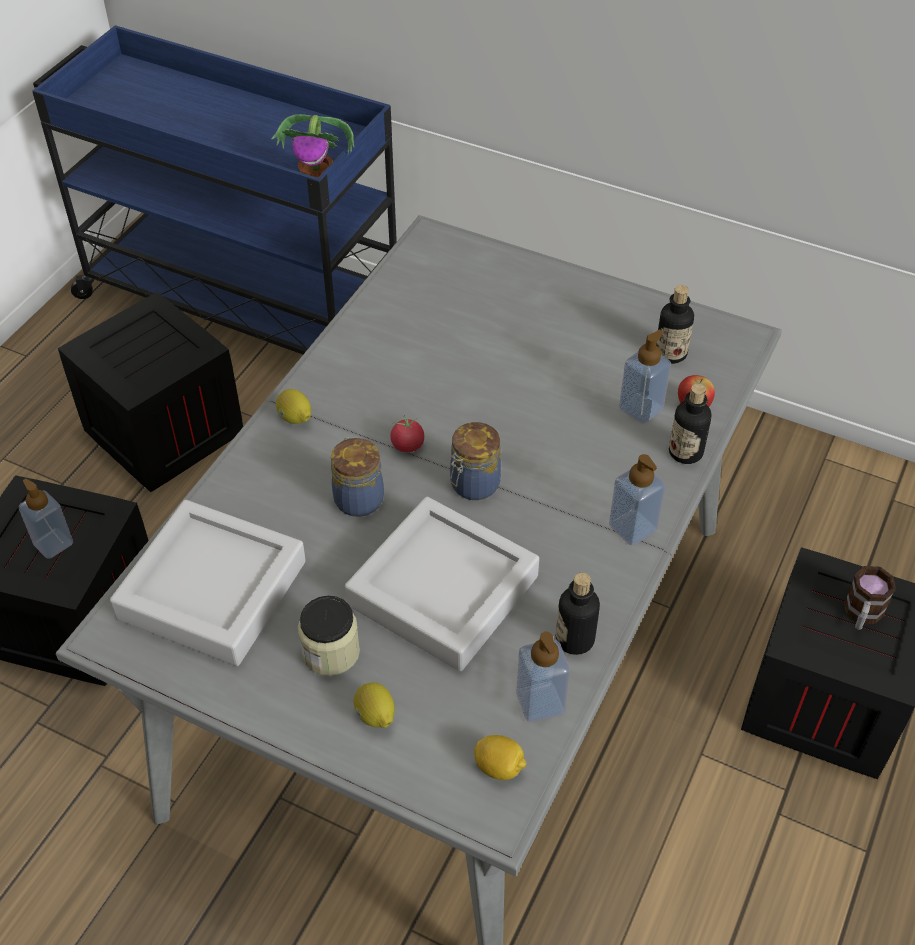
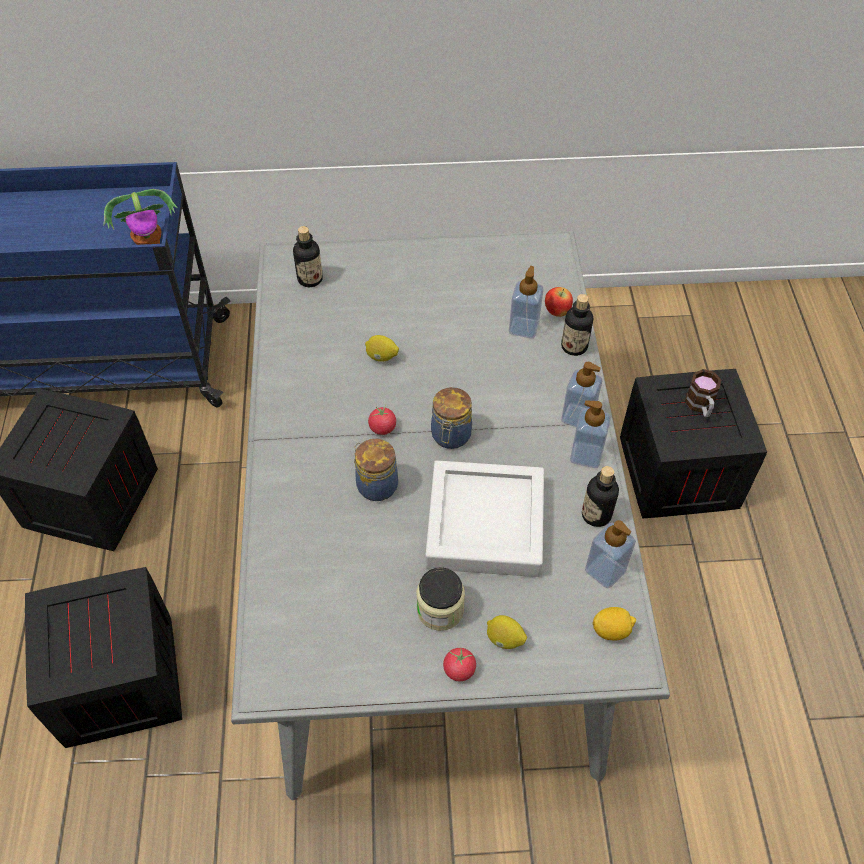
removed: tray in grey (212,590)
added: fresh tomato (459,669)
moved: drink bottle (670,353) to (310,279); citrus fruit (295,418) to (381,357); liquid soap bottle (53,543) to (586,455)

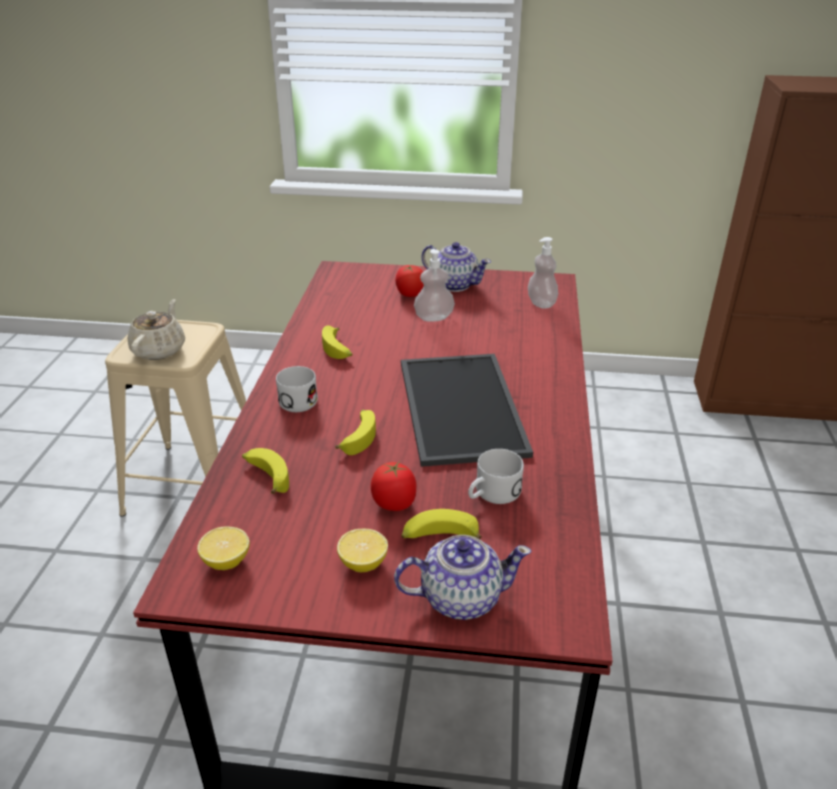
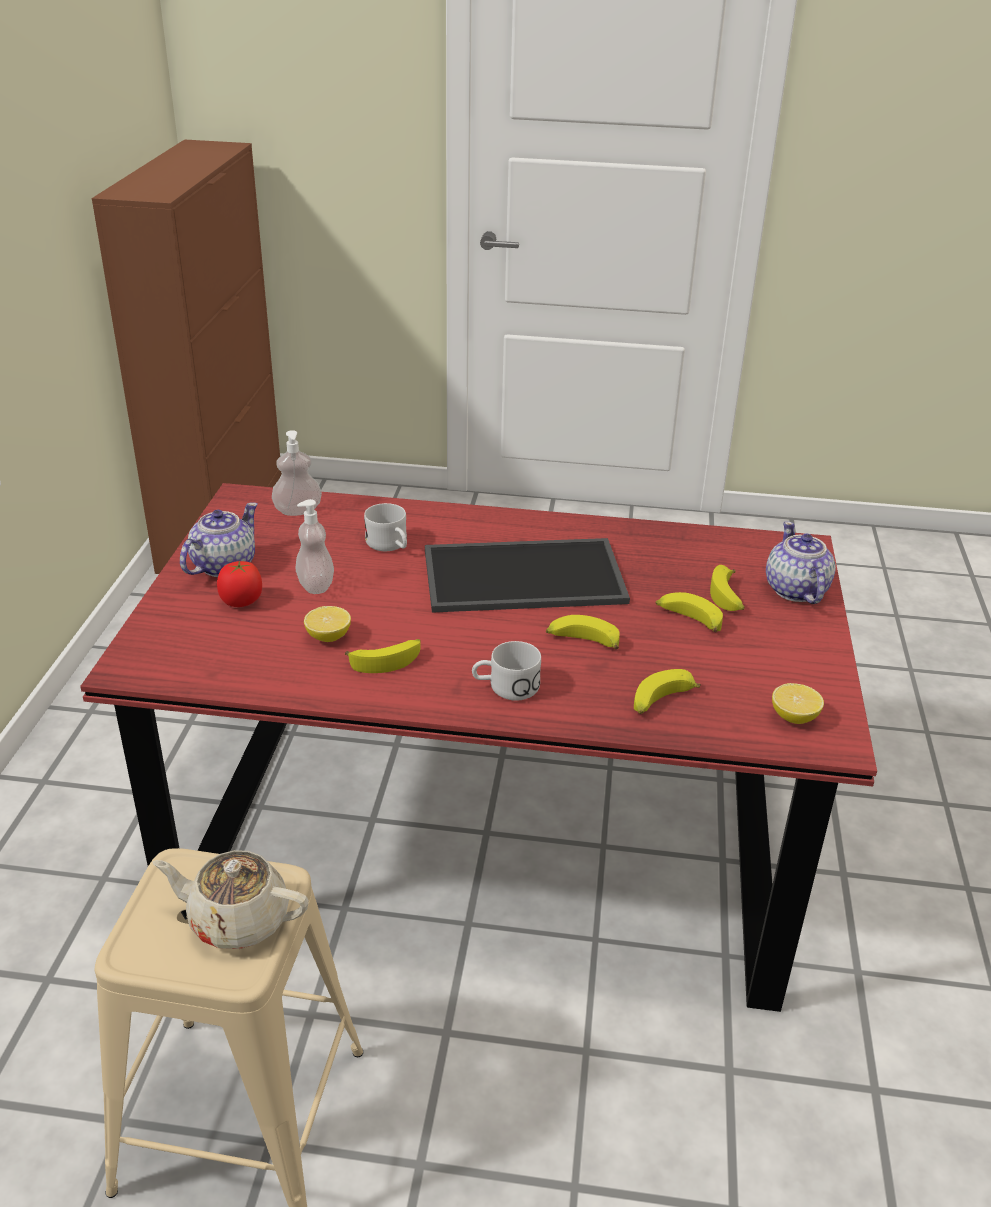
moved: citrus fruit (363,563) to (328,637); mug in white (492,494) to (390,545)
replaced: fresh tomato (394,503) to banana fruit (688,620)

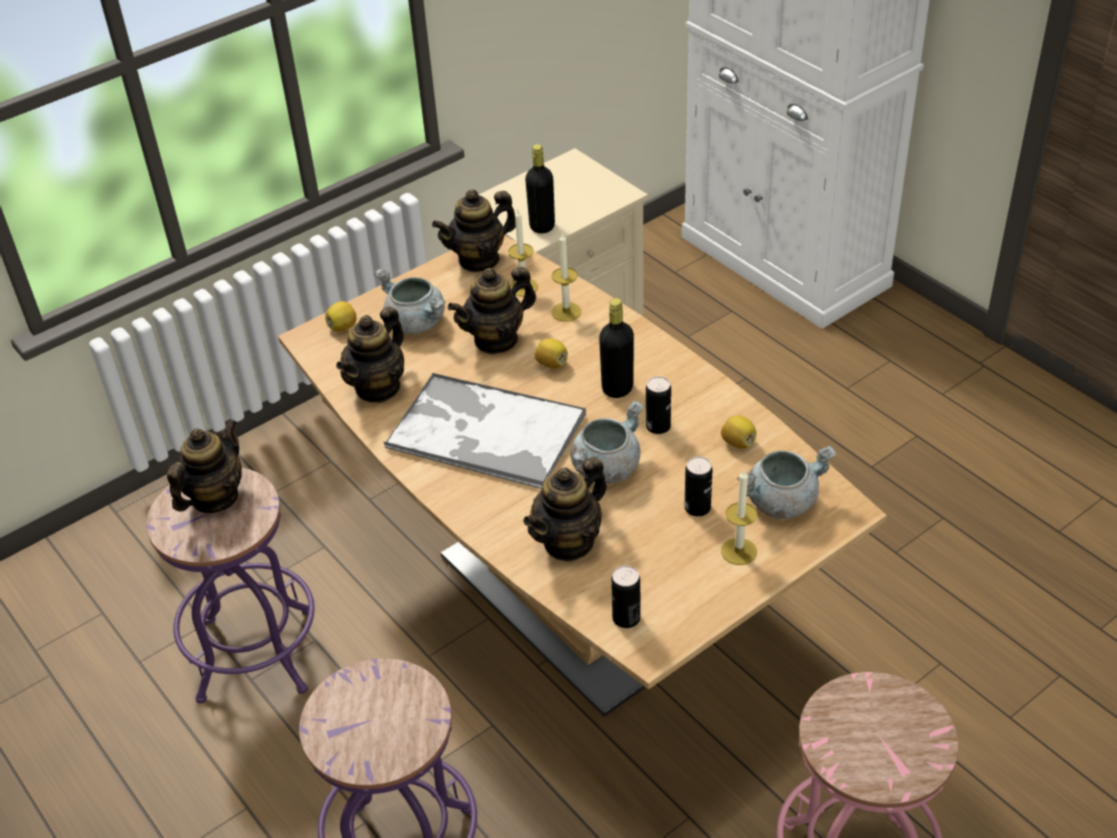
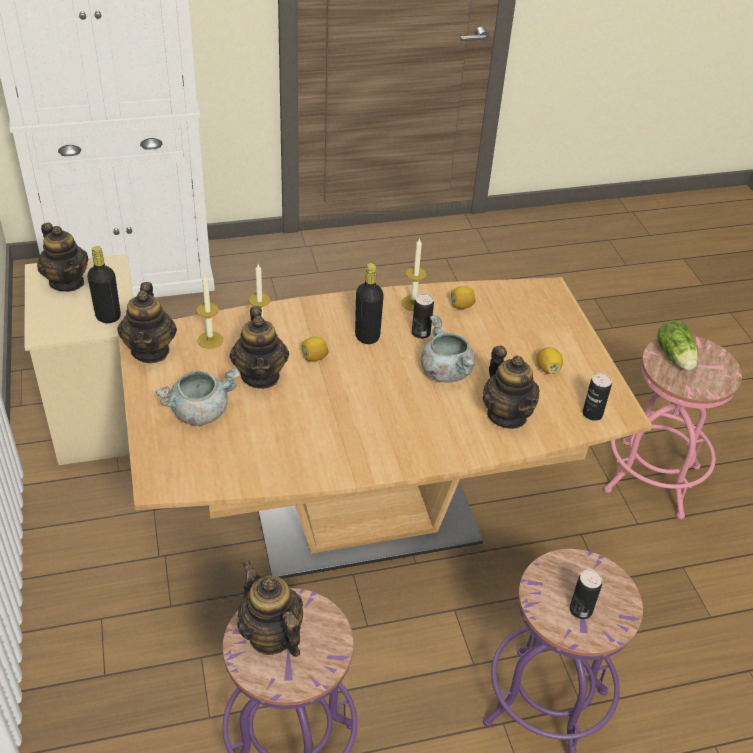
removed: tray (484,431); cooking pot in grey (781,502)
added: lettuce head (675,358)
moved: pot for tea (378,387) to (67,282); wax candle (739,551) to (413,303); citrus fruit (343,327) to (548,369); sealed can (697,508) to (580,610)

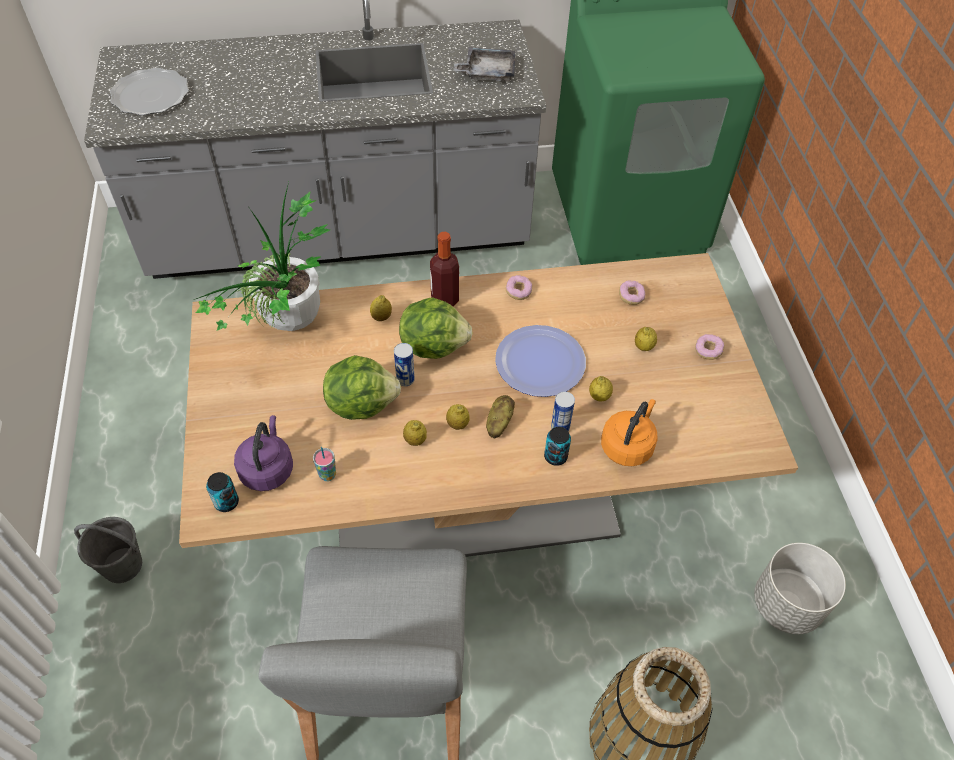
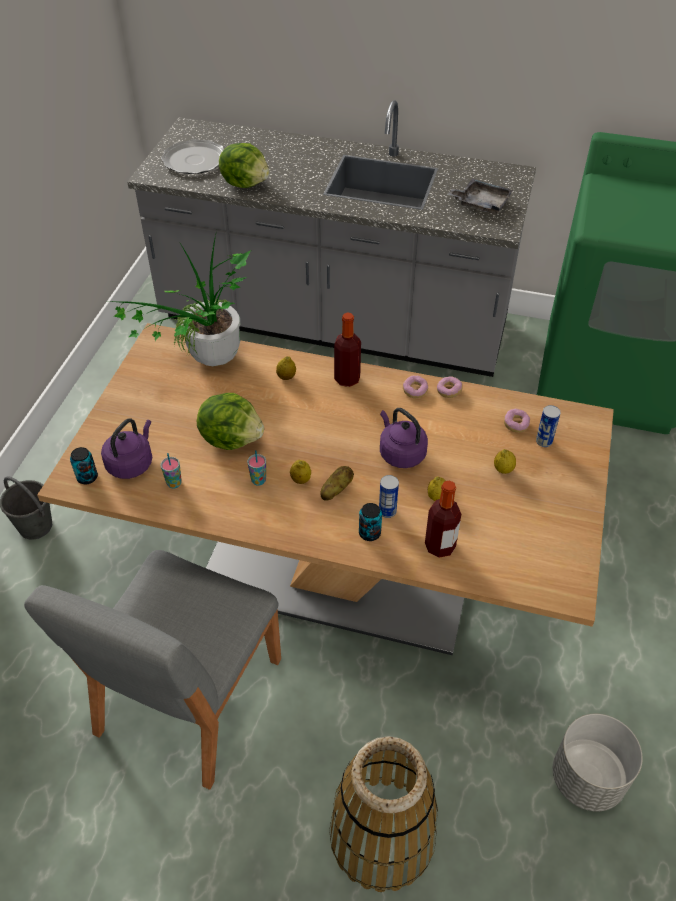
moved: lettuce head (434,345) to (246,183); ring doughnut (708,351) to (449,391); sealed can (405,379) to (544,441)
replaced: citrus fruit (415,440) to small cup (258,480); plate (540,362) to water kettle in purple (400,453); water kettle in orange (628,445) to drink bottle (440,546)

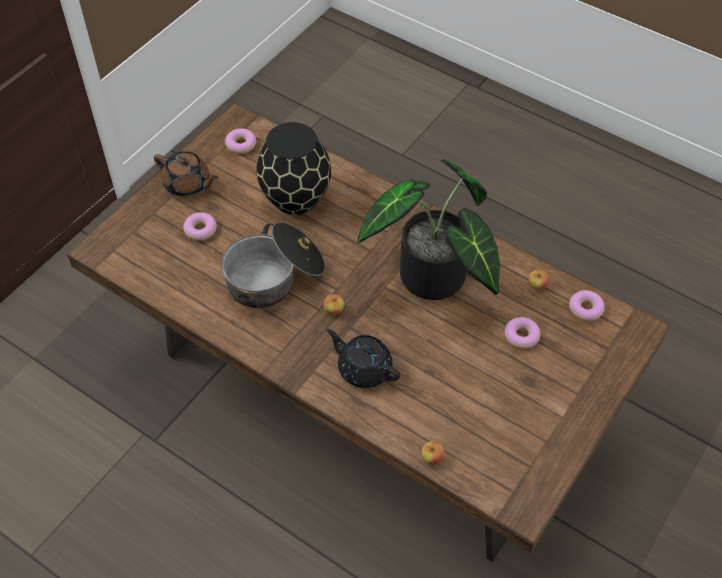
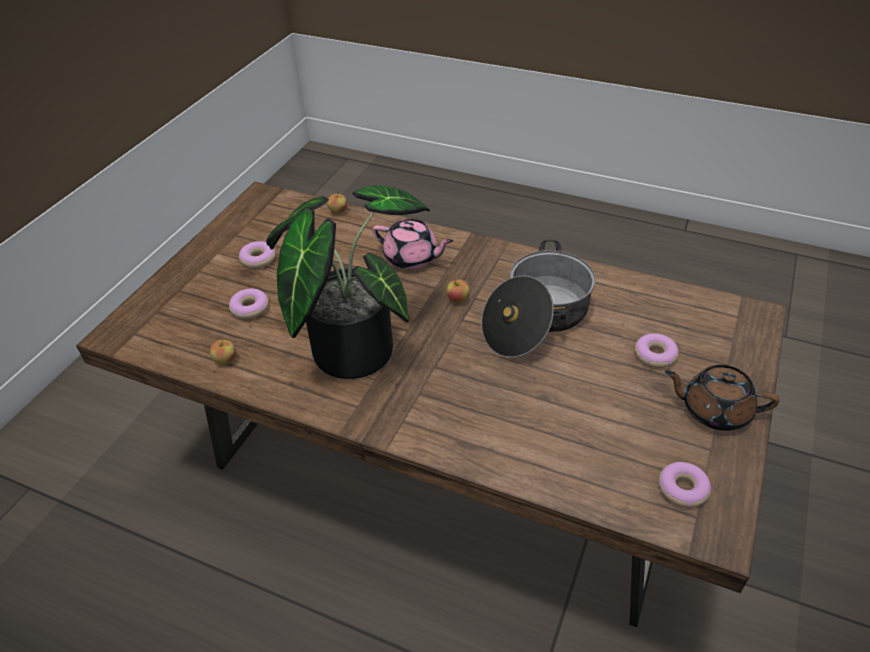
removed: vase in black-coloured (296,199)
moved: ring doughnut (585,309) to (258,259)
recoloured: pot for tea in black-coloured (363,368) to pot for tea in pinkish (412,258)

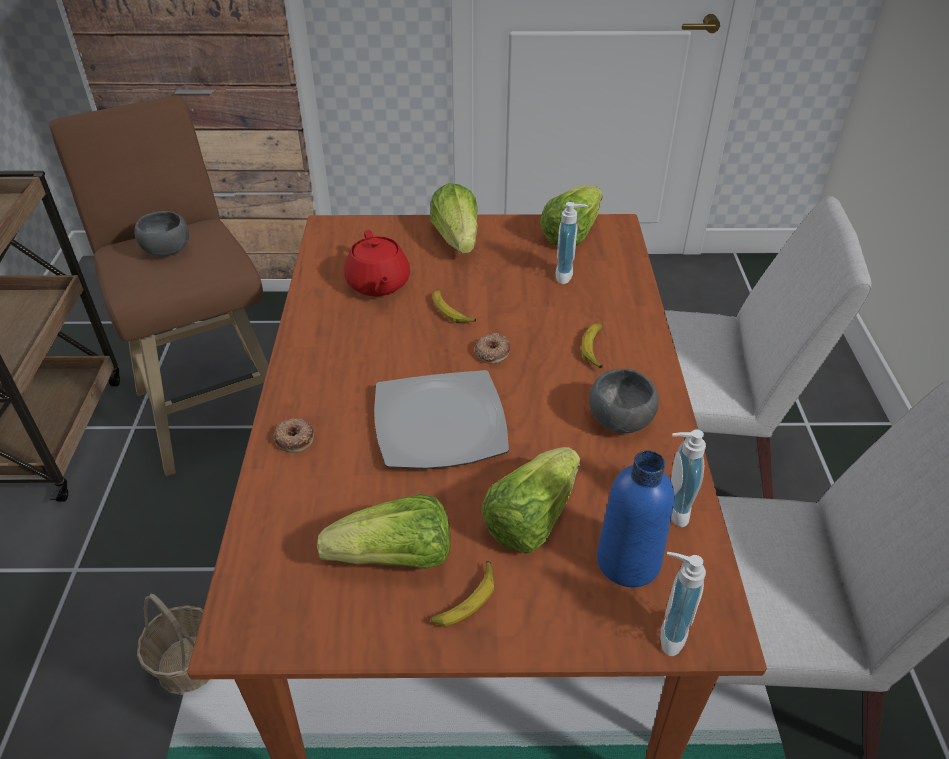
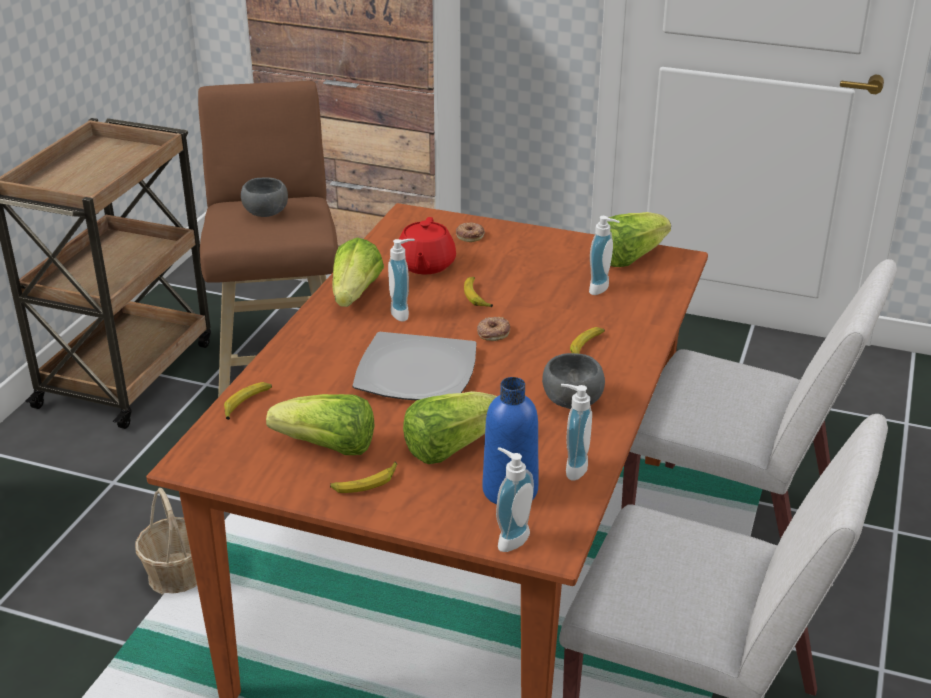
added: banana fruit (246,404); liquid soap bottle (403,312)
moved: lettuce head (457,239) to (355,295); ring doughnut (295,438) to (470,235)

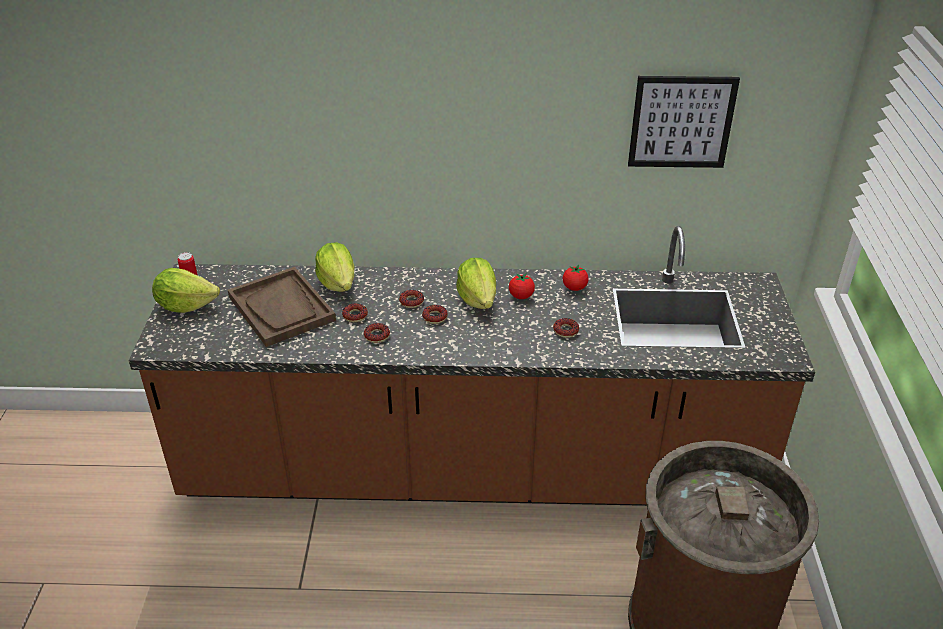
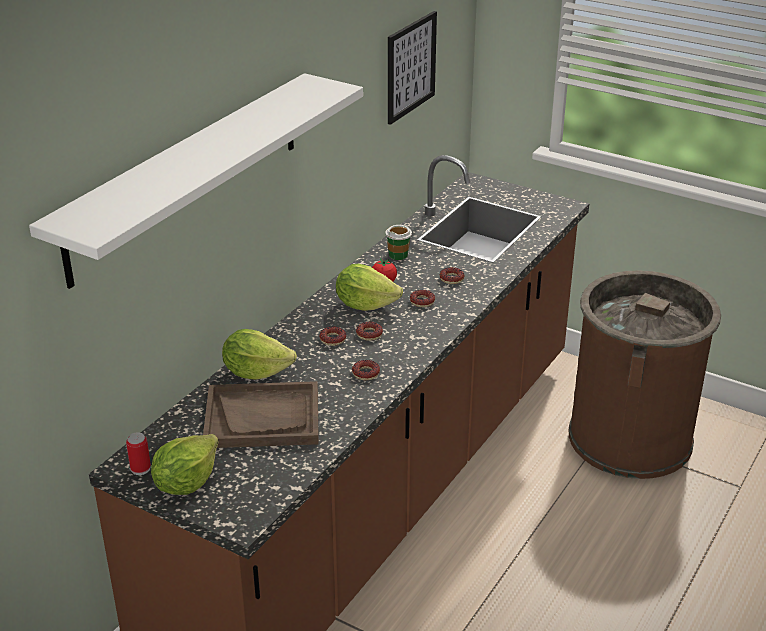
added: wall shelf in white (188,175)
moved: ring doughnut (355,315) to (422,301)
replaced: fresh tomato (574,288) to small cup (398,255)

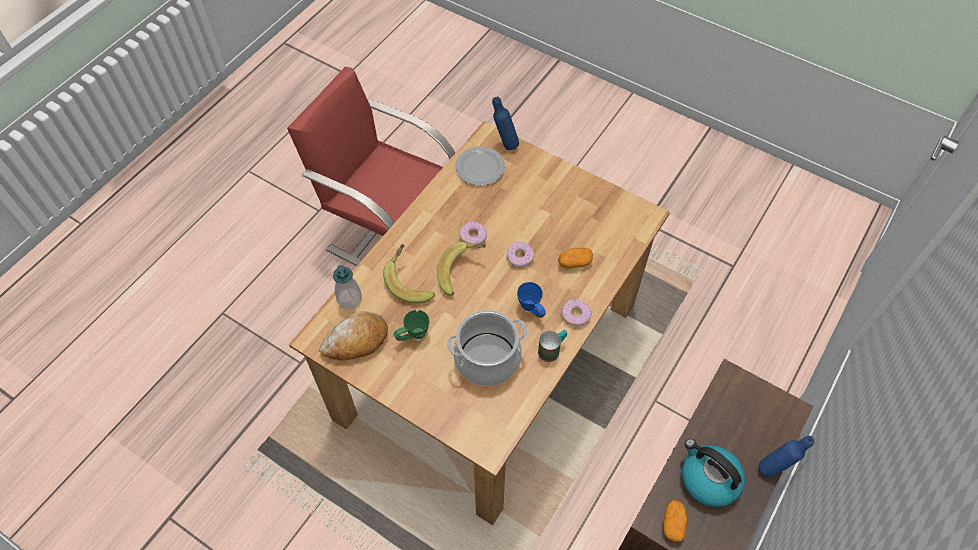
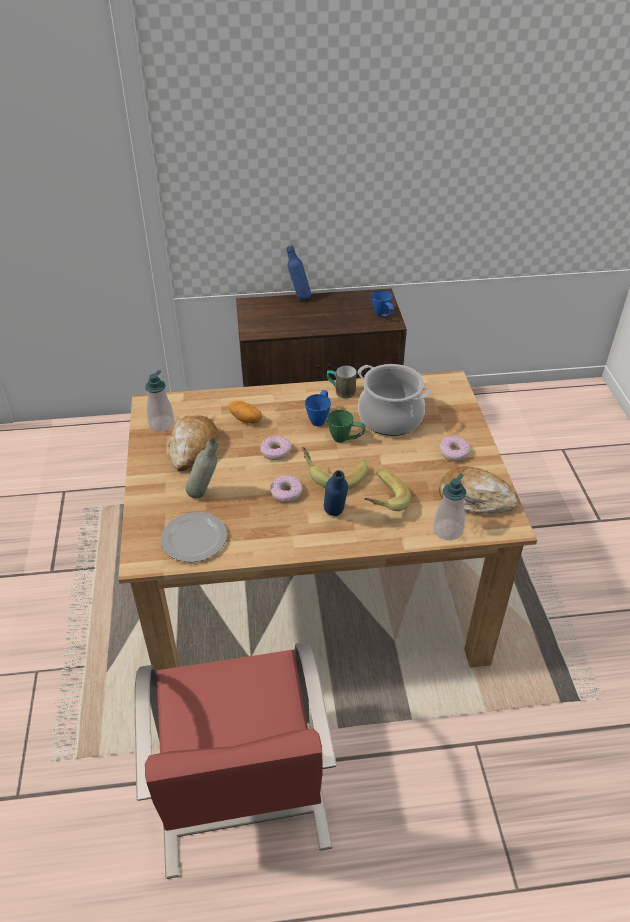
removed: water kettle (708,479)
added: liquid soap bottle (161,424); bread (193,448); drink bottle in grey (205,495)
moved: drink bottle in bluish (505,144) to (335,518); mug in green (412,336) to (345,439); ring doughnut (575,315) to (454,452)
replaced: spud (673,523) to mug in bluish (383,316)

